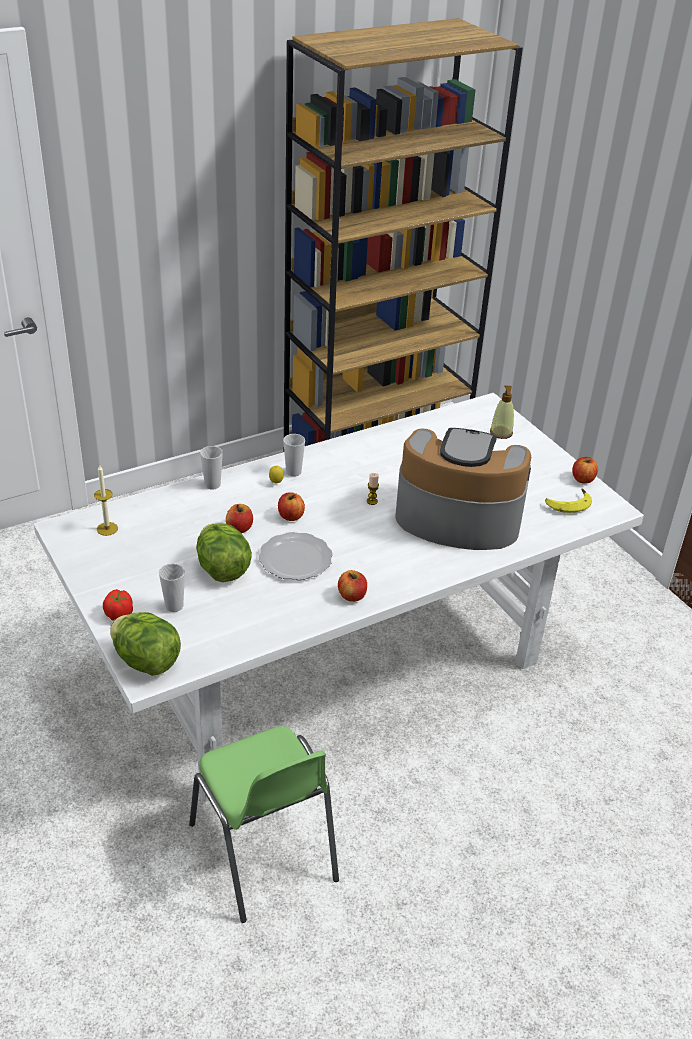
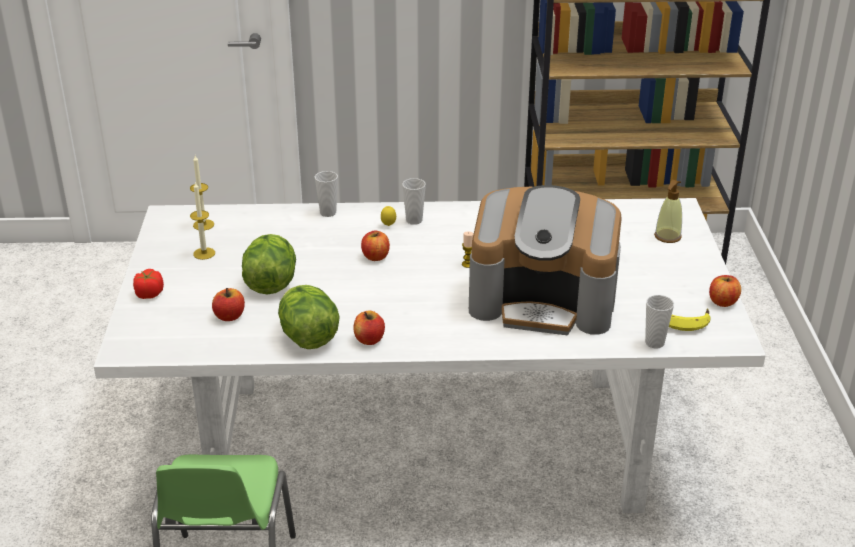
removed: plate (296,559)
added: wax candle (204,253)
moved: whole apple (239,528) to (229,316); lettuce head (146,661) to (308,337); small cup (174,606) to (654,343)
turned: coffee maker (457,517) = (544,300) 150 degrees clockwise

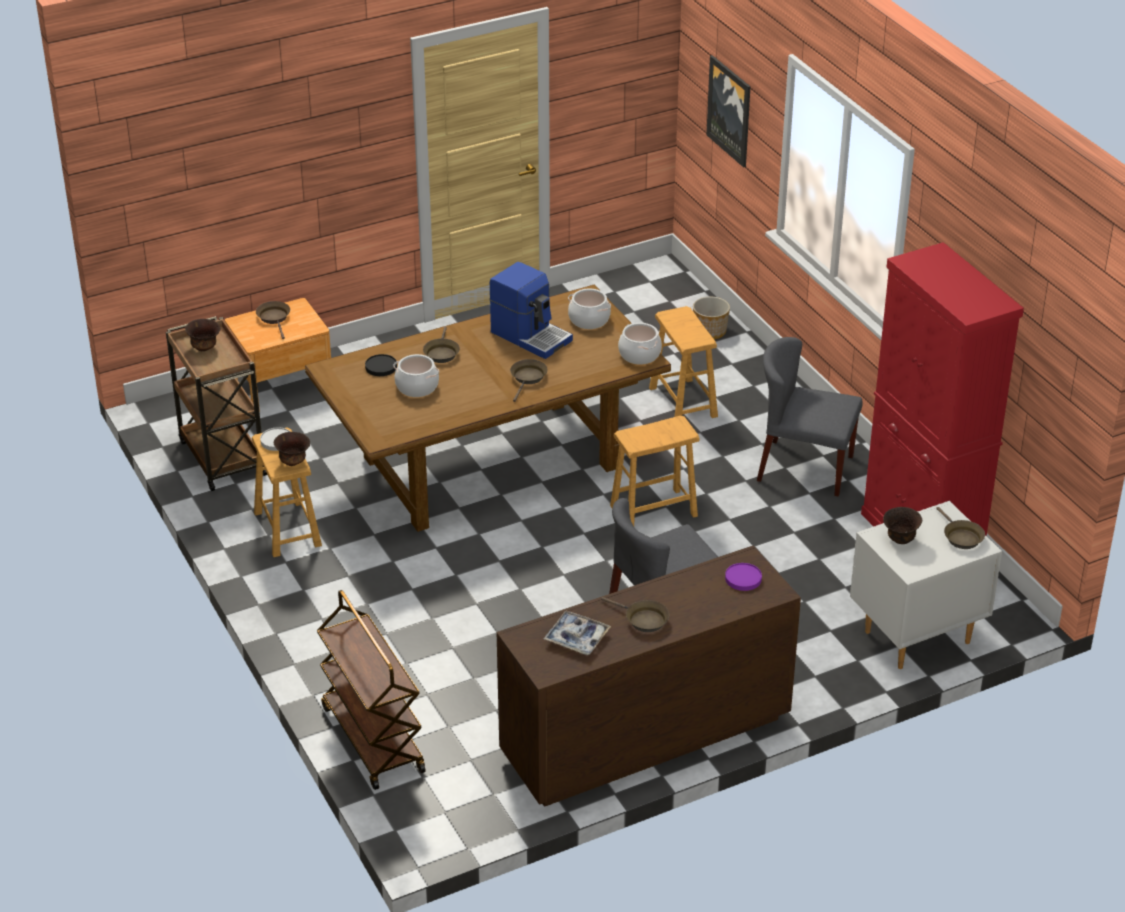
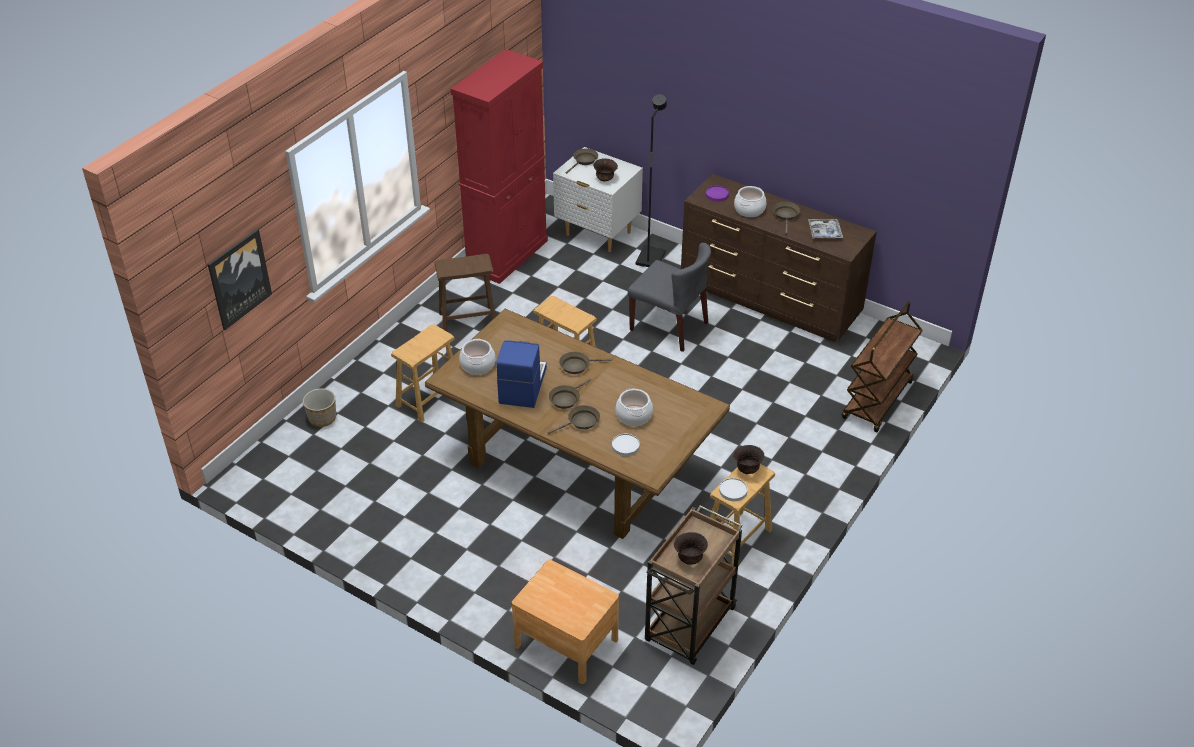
added: standard lamp in black-coloured (650,258)
moved: skillet in brown (274,318) to (566,399); cooking pot (640,354) to (749,209)
replaced: chair in grey (804,468) to stool seat in brown (467,320)
recoloured: plate in black-coloured (381,367) to plate in white (625,446)

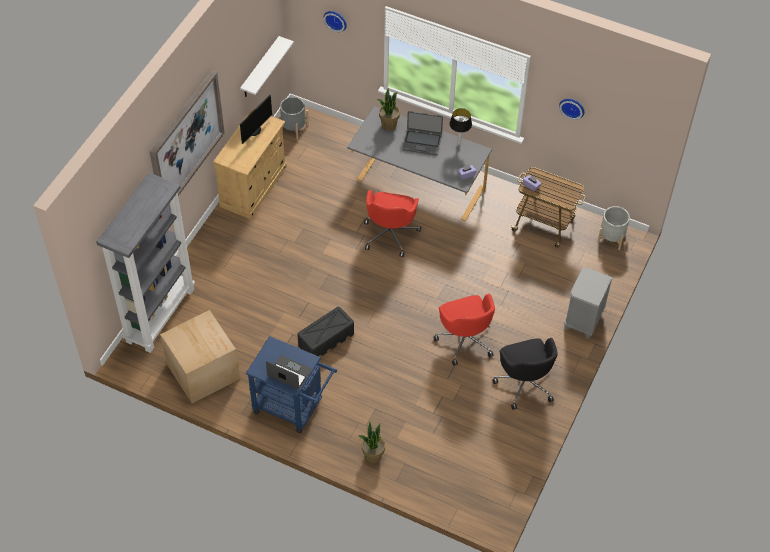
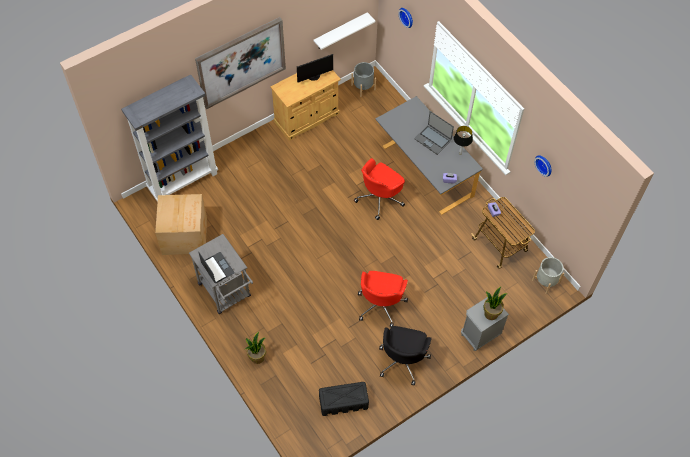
moved: storage box in black-coloured (325,340) to (343,402); houseplant (388,125) to (491,313)
recoloured: wheeled cart in bluish (293,407) to wheeled cart in grey (227,293)

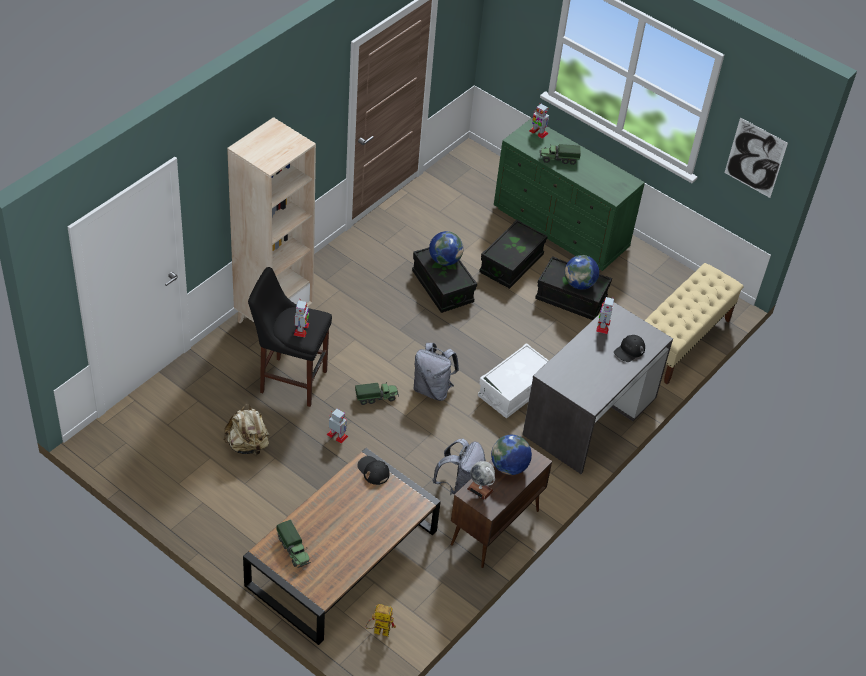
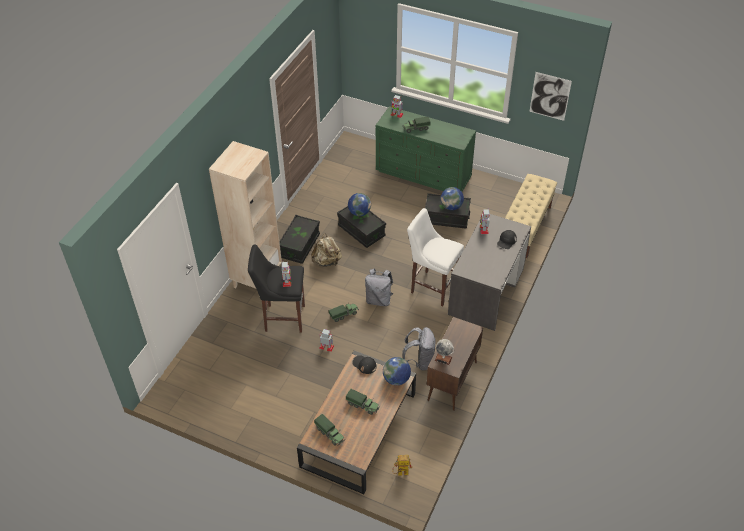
added: model truck (363,406)
moved: storage box in black-coloured (511,264) to (299,246); knapsack in beige (248,445) to (327,261); desk globe (509,467) to (396,379)
replaced: storage box in white (514,391) to stool seat in white (432,287)

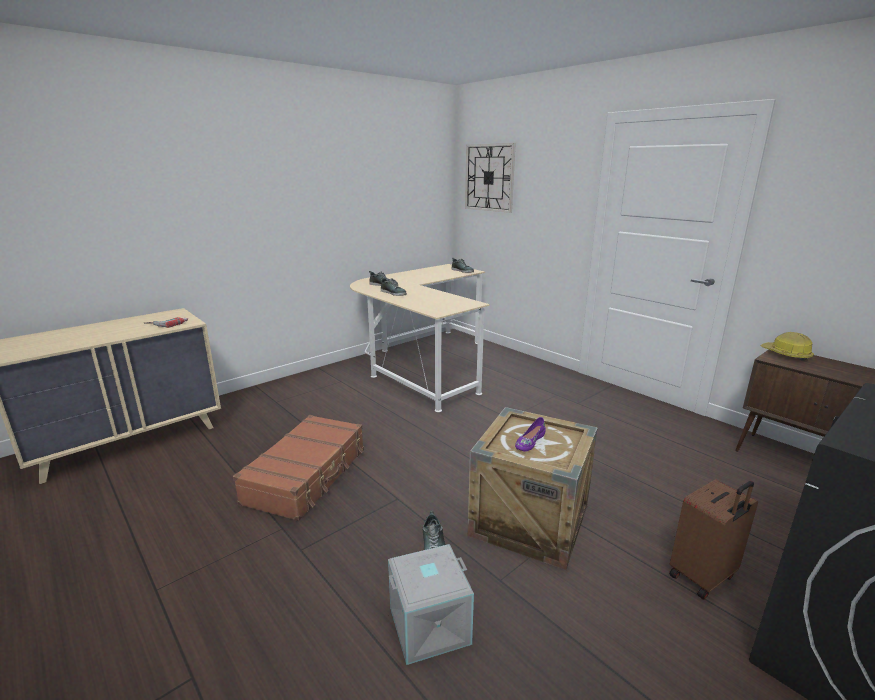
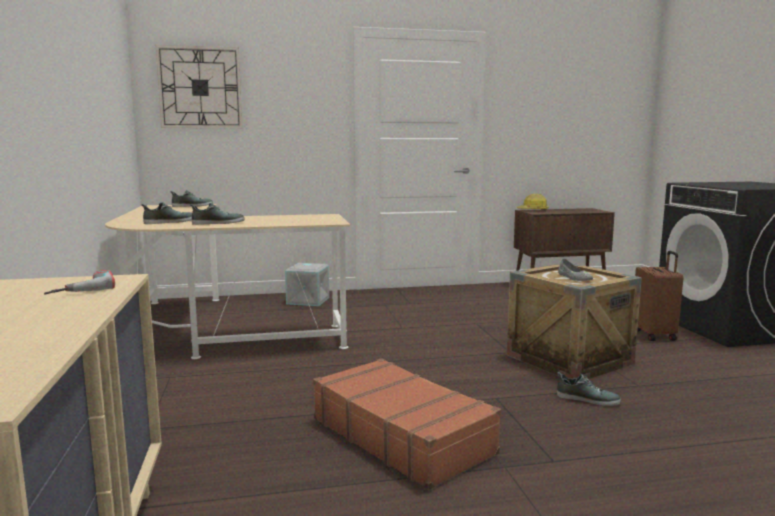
moved: storage box in grey (429,627) to (308,301)
recoloured: shoe in purple (529,441) to shoe in grey (574,278)

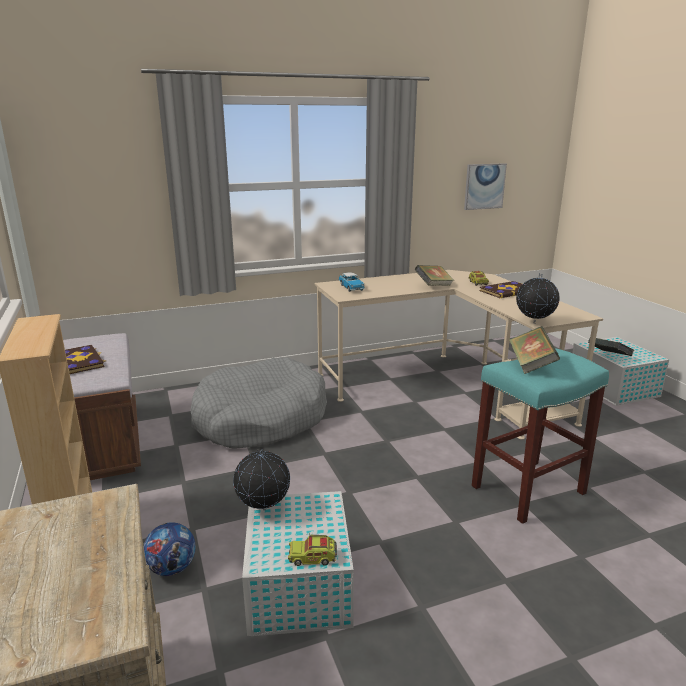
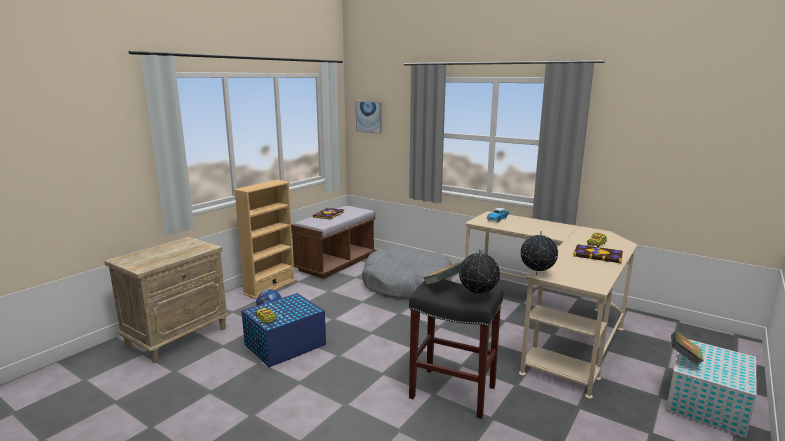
removed: volume (433,286)
moved: wall picture (484,186) to (369,116); desk globe (263,509) to (477,296)
recoloured: storage box in white (298,587) to storage box in bluish (284,345); stool seat in turquoise-coloured (527,490) to stool seat in black-coloured (451,392)

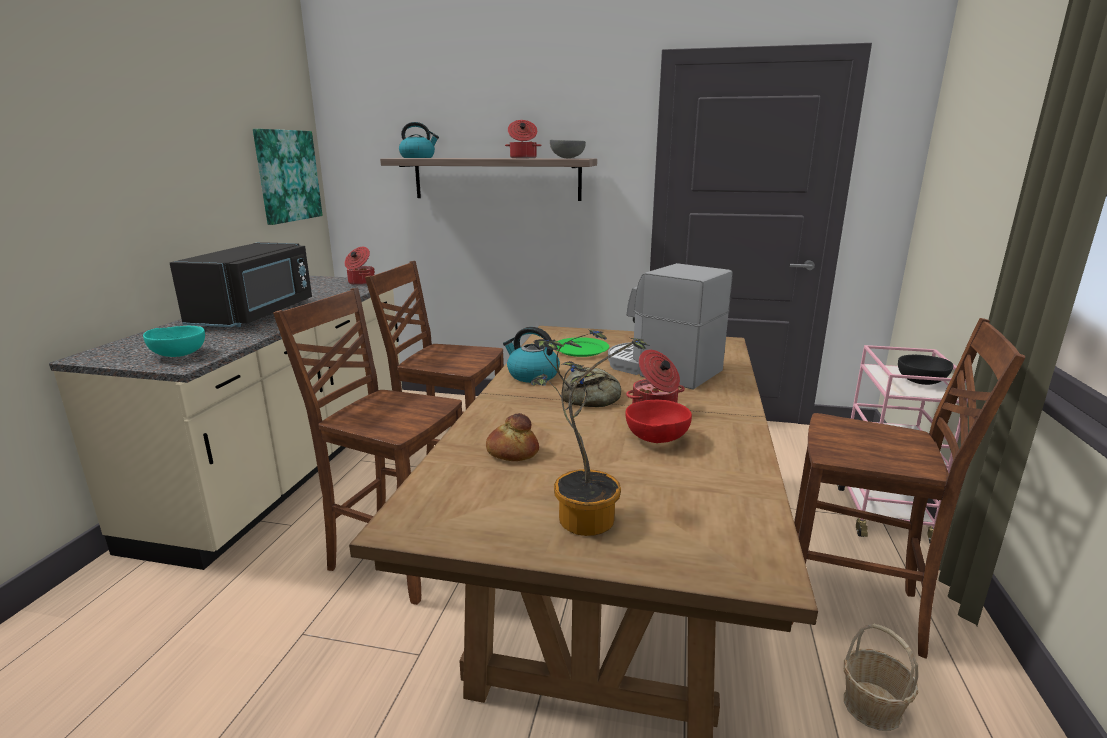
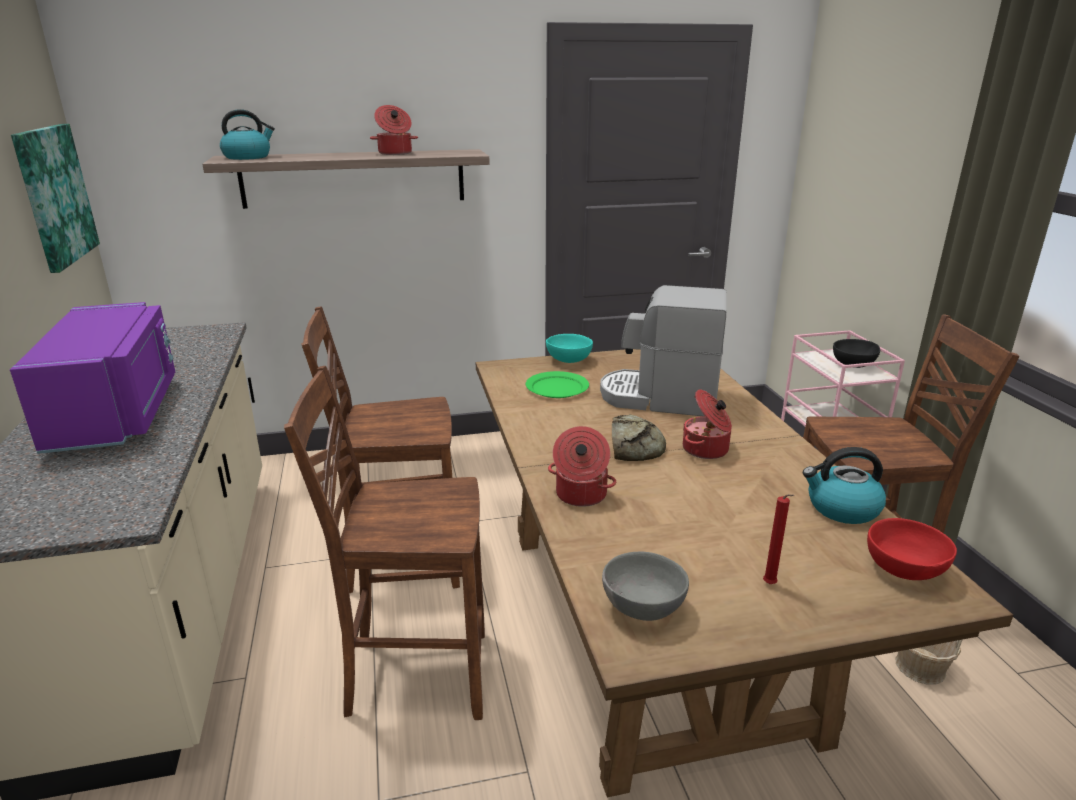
removed: bread (512,452)
moved: serving bowl in turquoise-coloured (178,355) to (567,360); cooking pot (361,283) to (580,495); serving bowl in grey (566,158) to (640,607); water kettle (532,375) to (841,508); serving bowl in reddish (656,440) to (904,571)
replaced: houseplant (580,516) to wax candle in reddish (770,585)
recoloured: microwave in black-coloured (257,314) to microwave in purple (119,413)

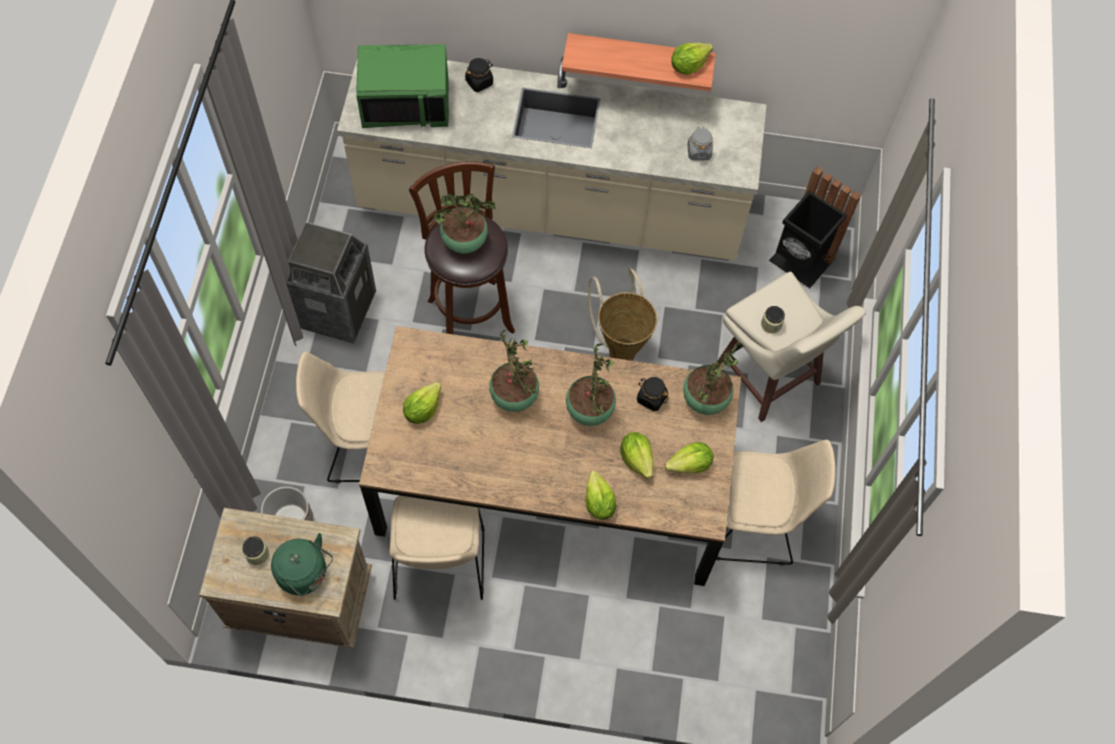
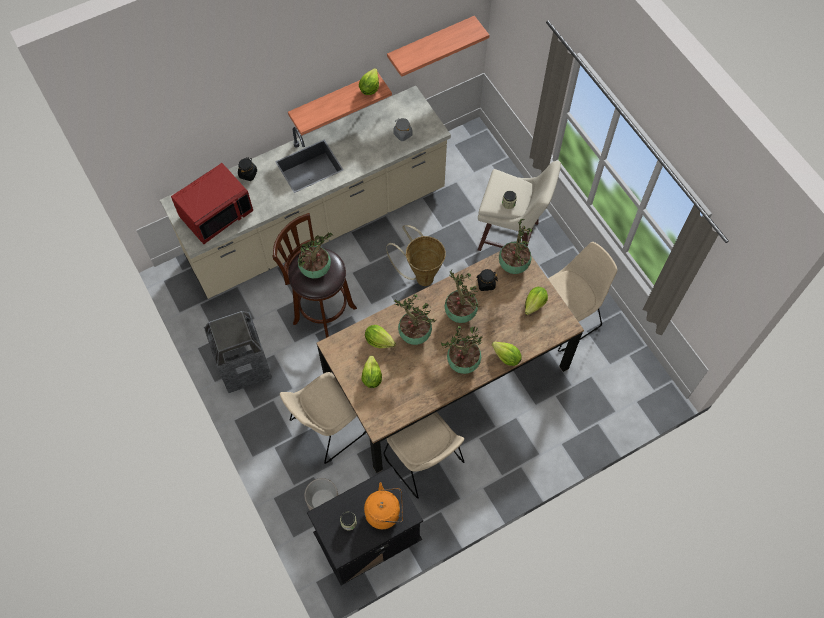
removed: rubbish bin in black-coloured (800,262)
added: wall shelf (430,44); houseplant (462,363)
moved: lettuce head (637,459) to (379,340)
recoloured: microwave in green (406,102) to microwave in reddish (216,213); bedside table in beige (300,602) to bedside table in black-coloured (367,540); water kettle in green (305,574) to water kettle in orange (385,512)

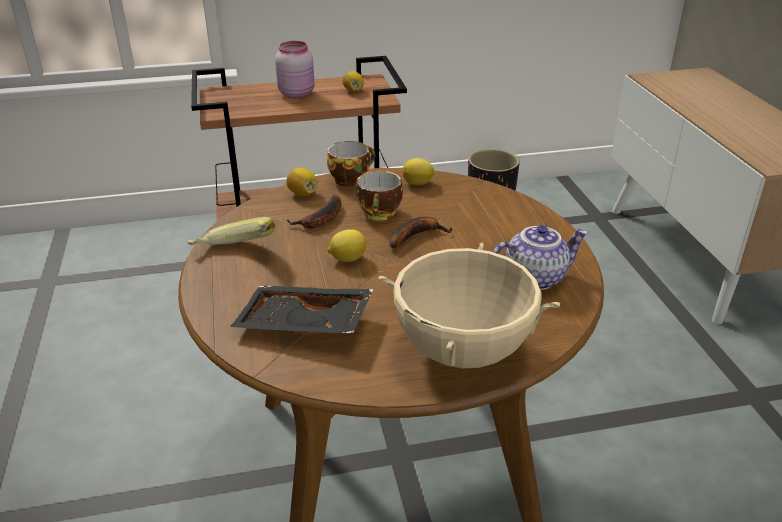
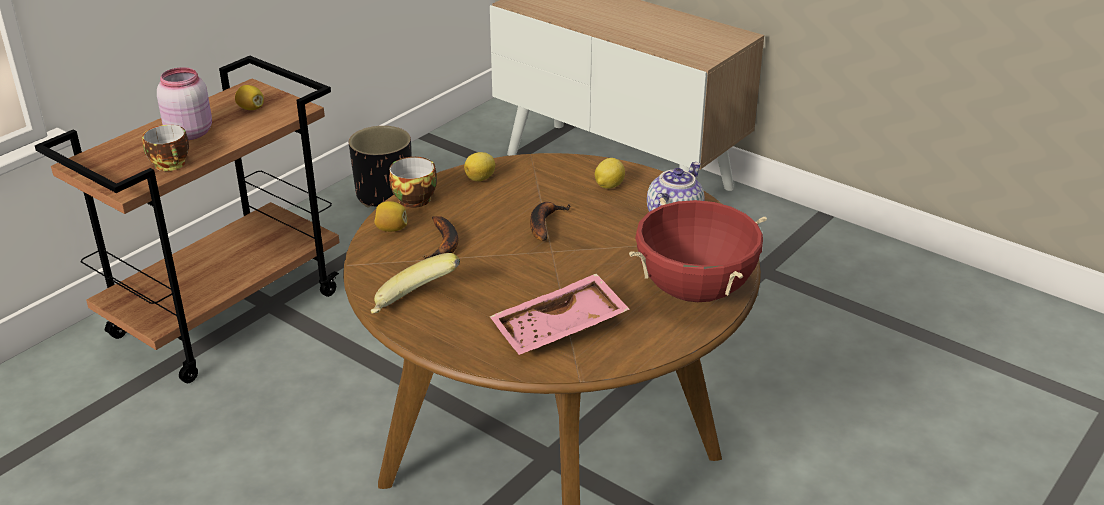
moved: small cup (380,214) to (172,164); citrus fruit (347,259) to (608,186)
recoloured: tray in black-coloured (303,325) to tray in pinkish (560,329); cooking pot in beige (463,351) to cooking pot in reddish (695,291)

